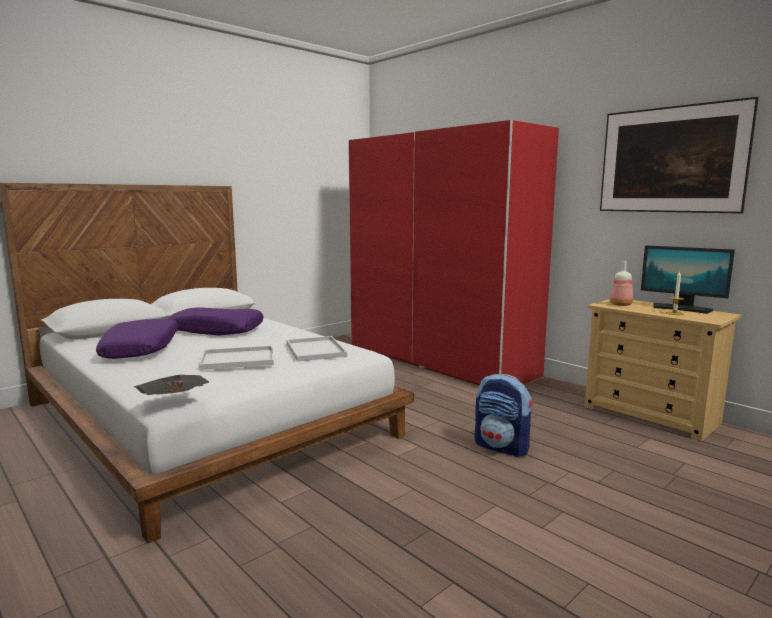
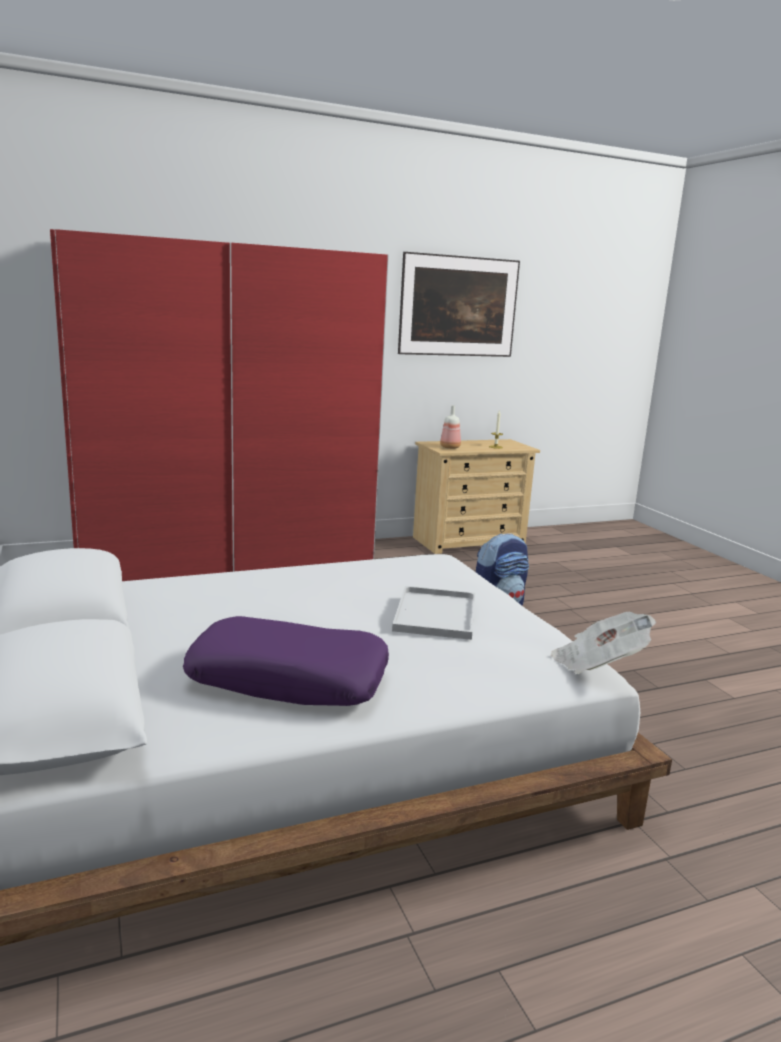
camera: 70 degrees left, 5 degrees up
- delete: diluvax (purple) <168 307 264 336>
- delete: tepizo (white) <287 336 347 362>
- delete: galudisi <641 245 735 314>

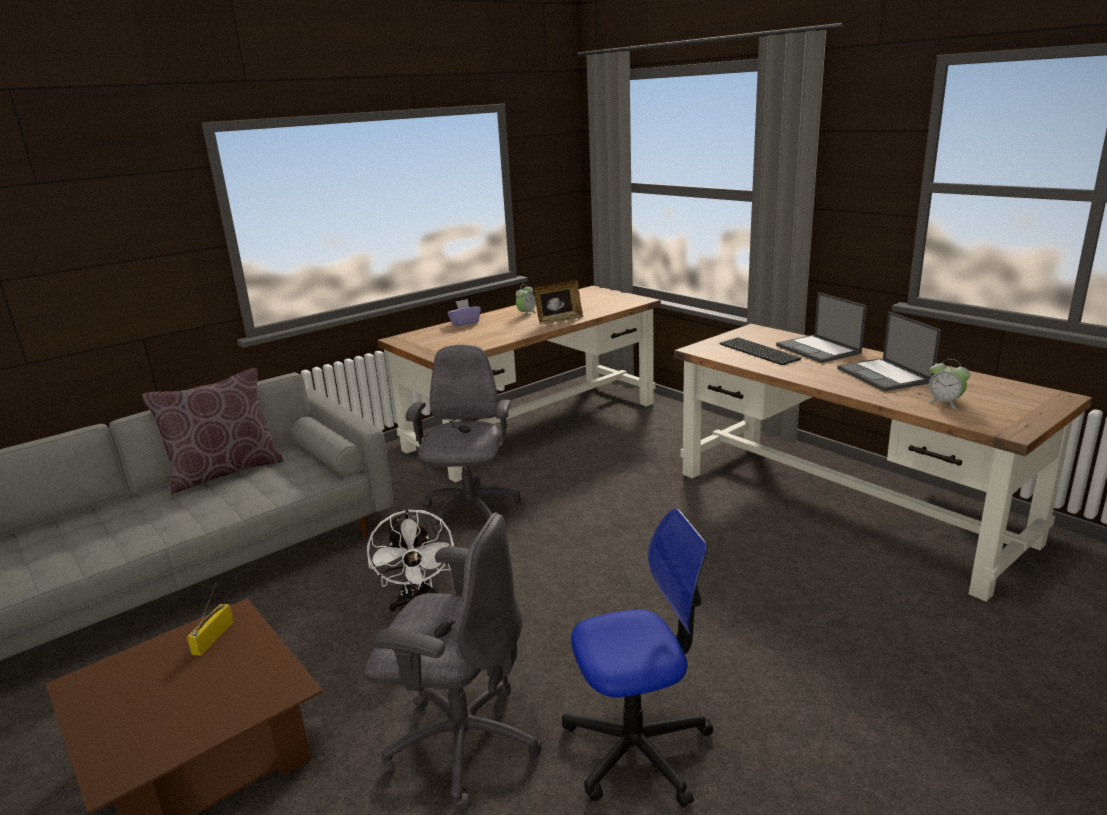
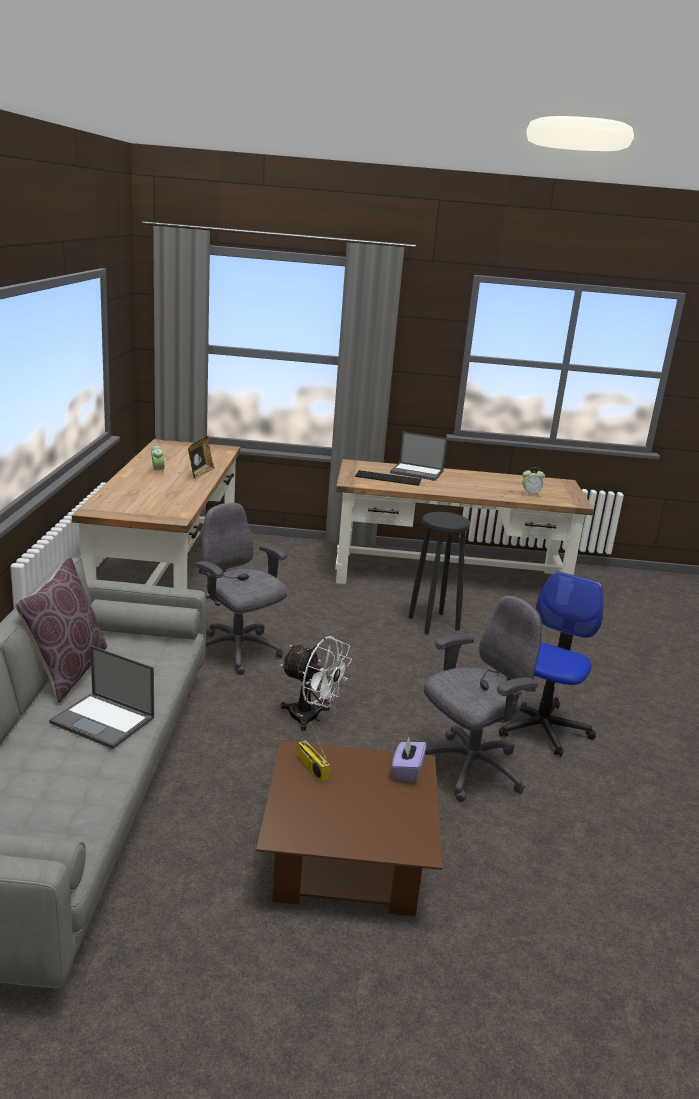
camera: 50 degrees left, 0 degrees up
- move: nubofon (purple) <447 299 481 326> to <392 738 427 783>
- move: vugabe <837 312 941 391> to <49 646 154 749>
- insert: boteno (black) <408 512 470 635>

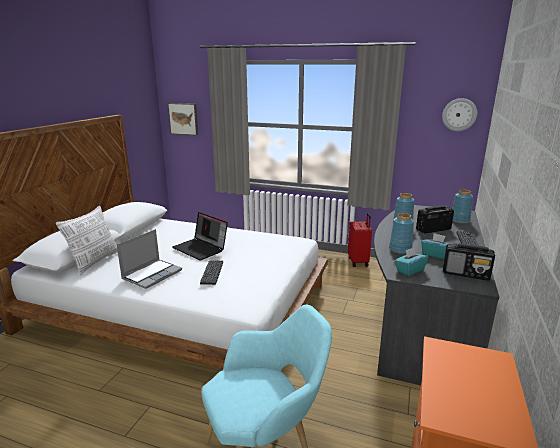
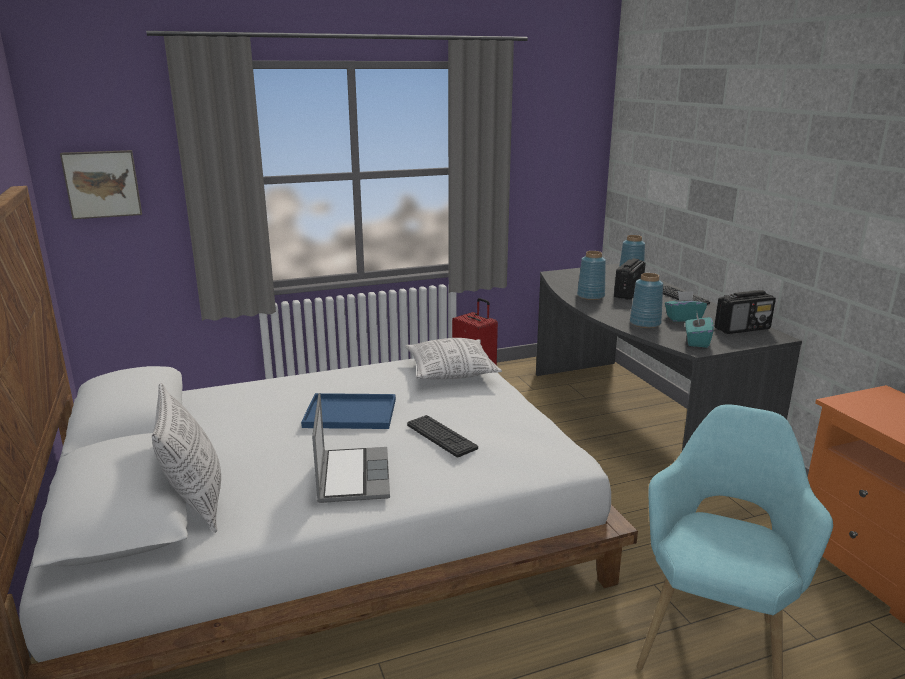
camera: 40 degrees left, 0 degrees up
- replace: vugabe <173 212 228 260> to tepizo (blue) <301 393 396 429>
- delete: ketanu <442 98 477 131>
- insert: diluvax <405 338 502 379>

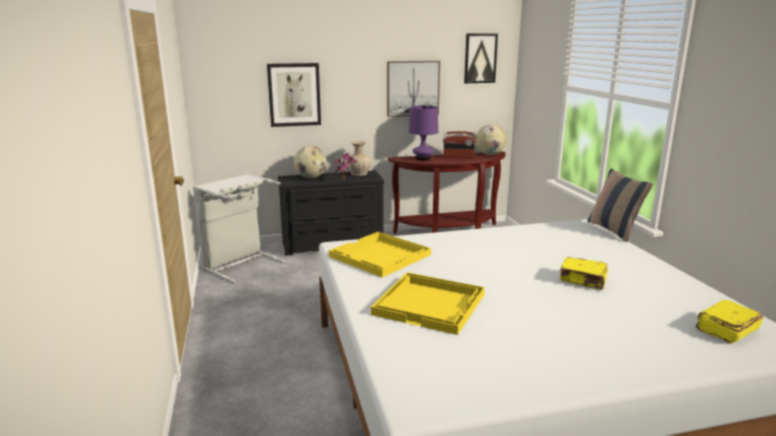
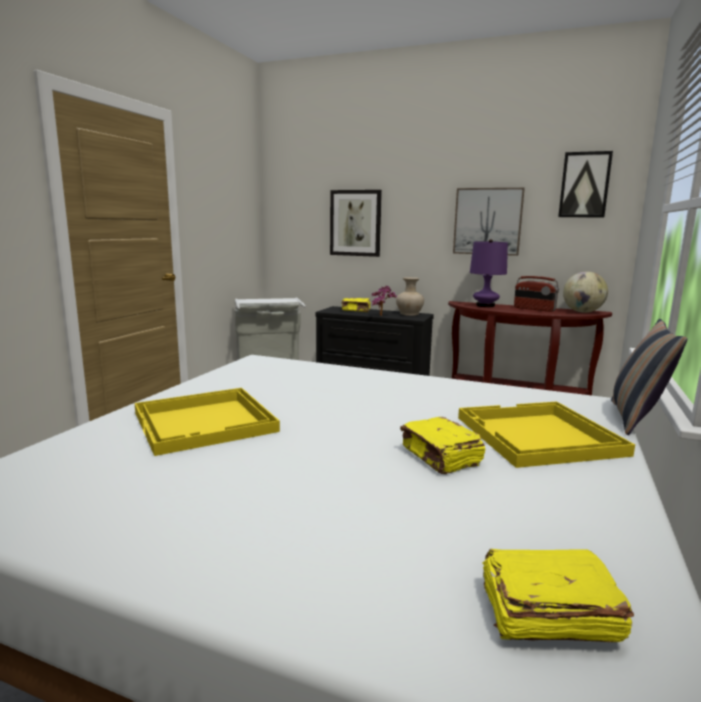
camera: 35 degrees right, 5 degrees down
- replace: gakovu <294 145 327 178> to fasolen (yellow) <342 298 371 312>
- move: tepizo (yellow) <329 232 431 277> to <458 401 635 468>

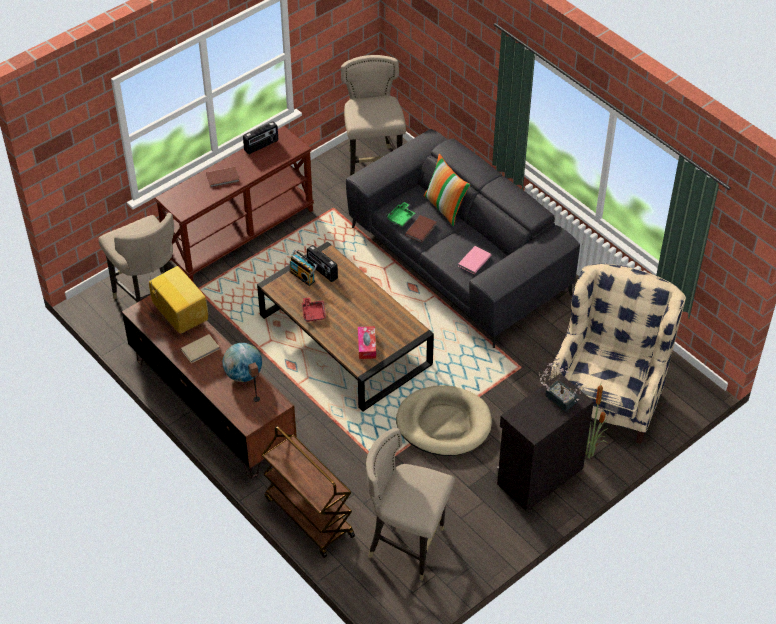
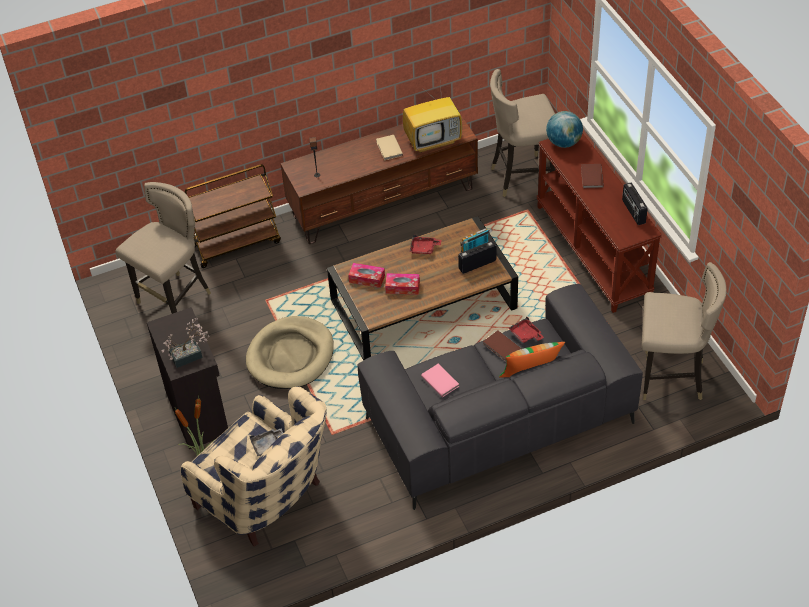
camera: 110 degrees right, 0 degrees up
- move: gakovu <223 343 262 382> to <546 111 583 148>
- recolor: tepizo (green) <386 202 415 226> to tepizo (red) <508 316 544 343>
- insert: tepizo (grey) <250 428 283 456>
- insert: nubofon <385 273 420 295>

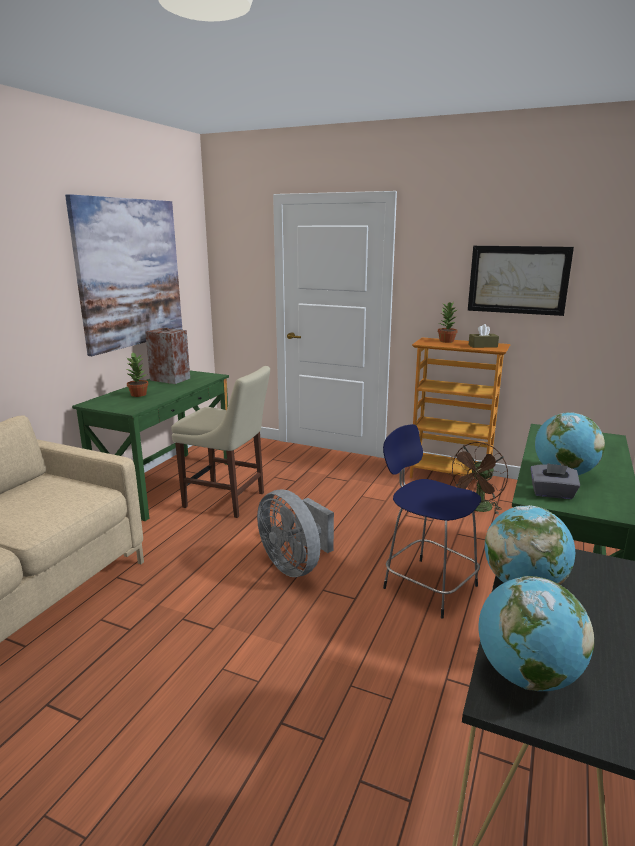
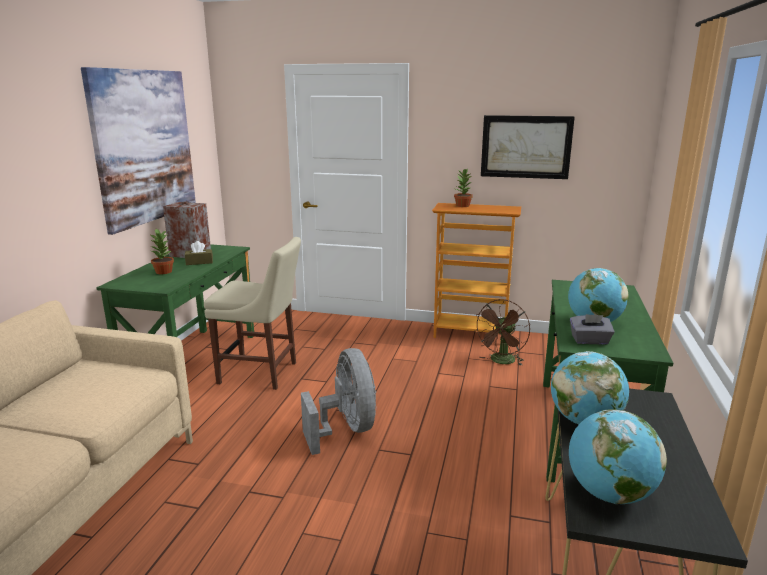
camera: 10 degrees left, 0 degrees up
- rotate: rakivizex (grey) <257 489 334 577> = <301 348 376 455> 150 degrees counterclockwise
- delete: boteno (blue) <383 424 481 619>
- move: nubofon (brown) <468 324 499 348> to <185 241 213 265>

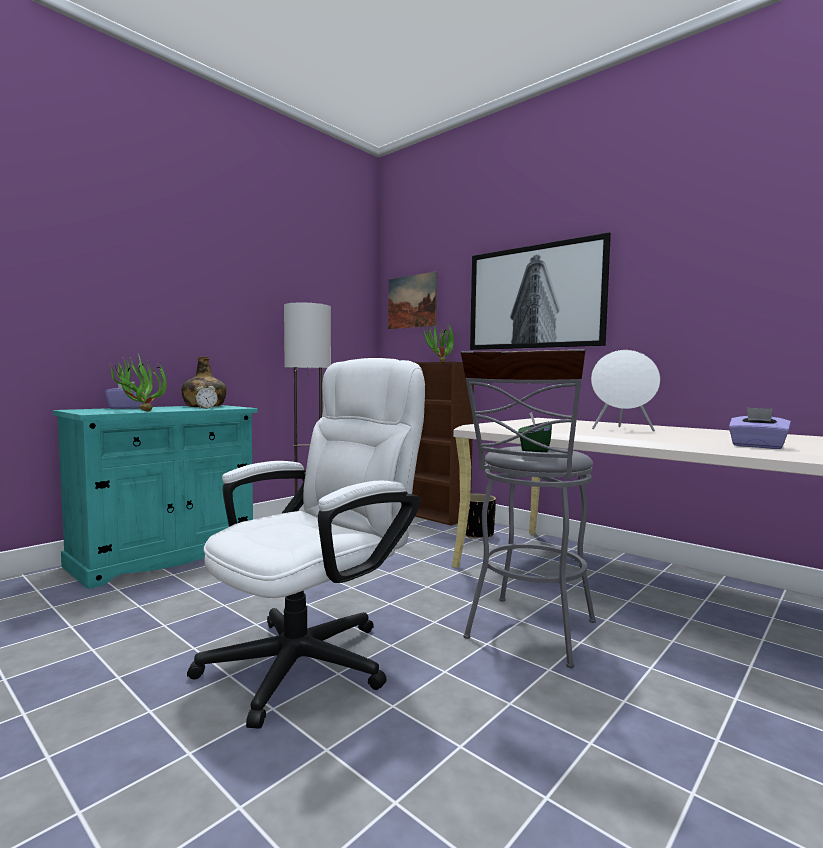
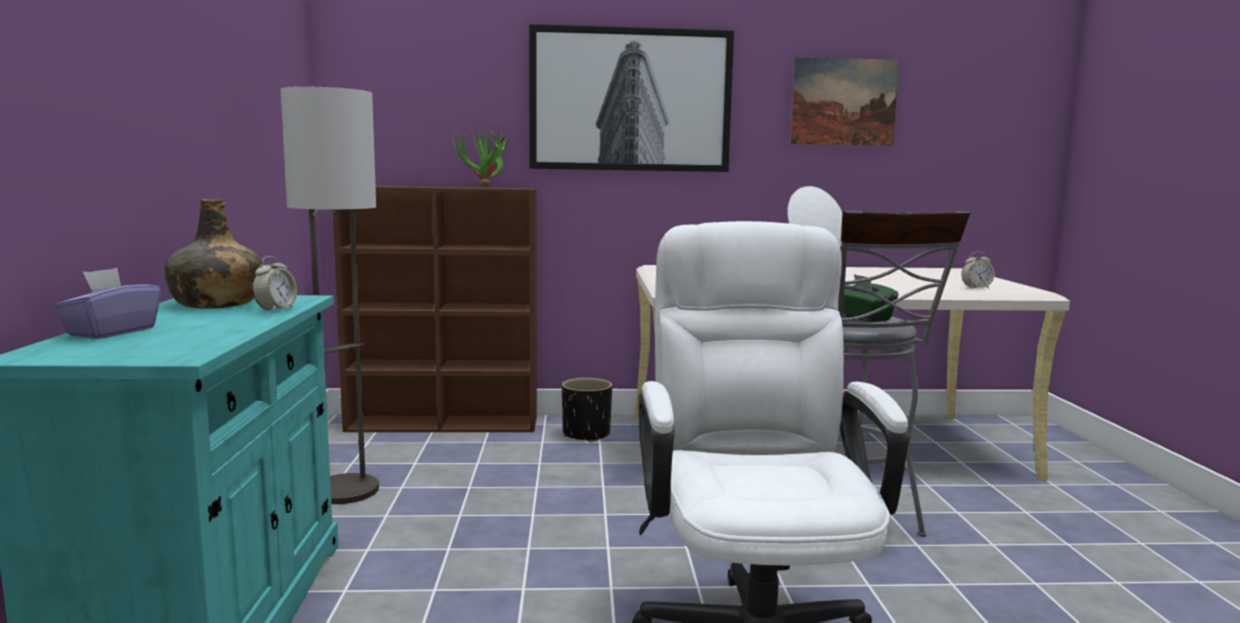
camera: 45 degrees left, 5 degrees up
- delete: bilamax <110 353 168 411>
- move: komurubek <388 271 437 329> to <790 57 899 146>
- replace: nubofon (purple) <729 407 791 449> to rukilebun <961 252 995 289>

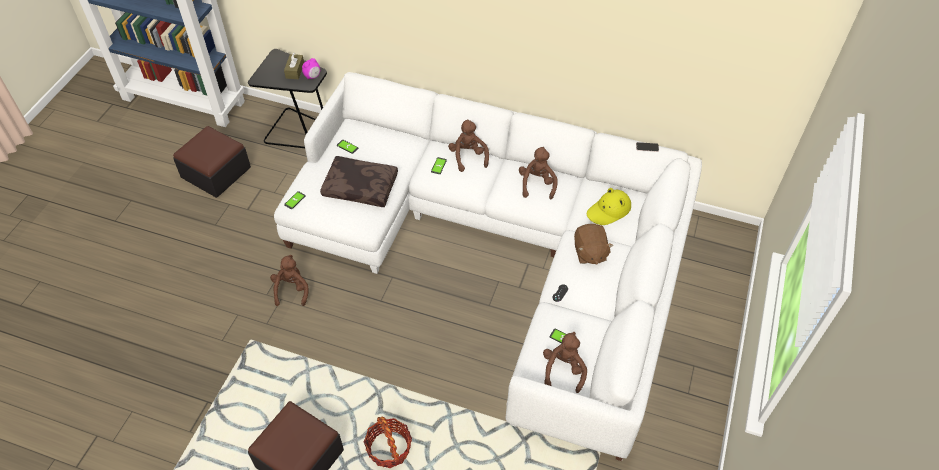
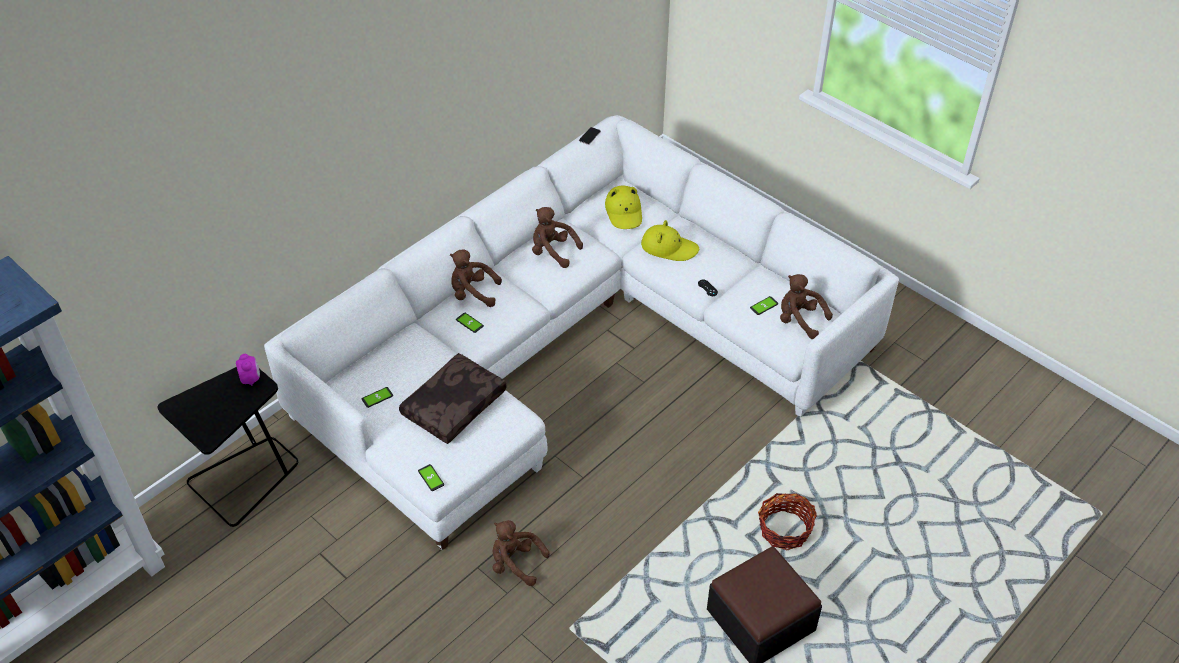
camera: 65 degrees left, 5 degrees down
- delete: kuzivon <173 126 251 198>
- delete: nubofon (brown) <284 53 304 79>
- replace: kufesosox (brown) <574 224 614 265> to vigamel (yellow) <641 220 699 261>

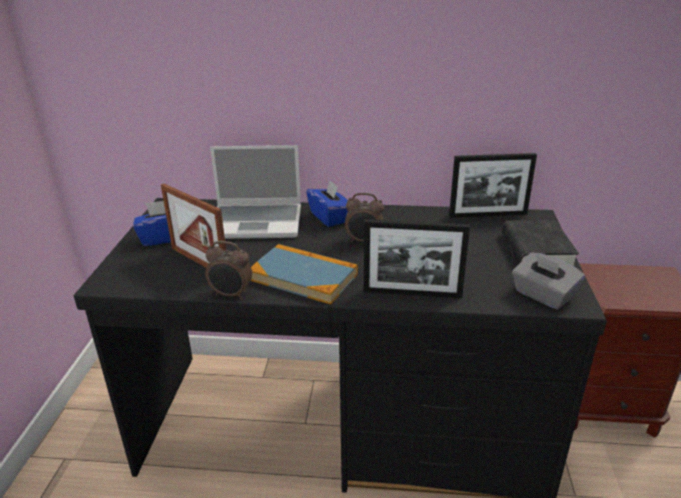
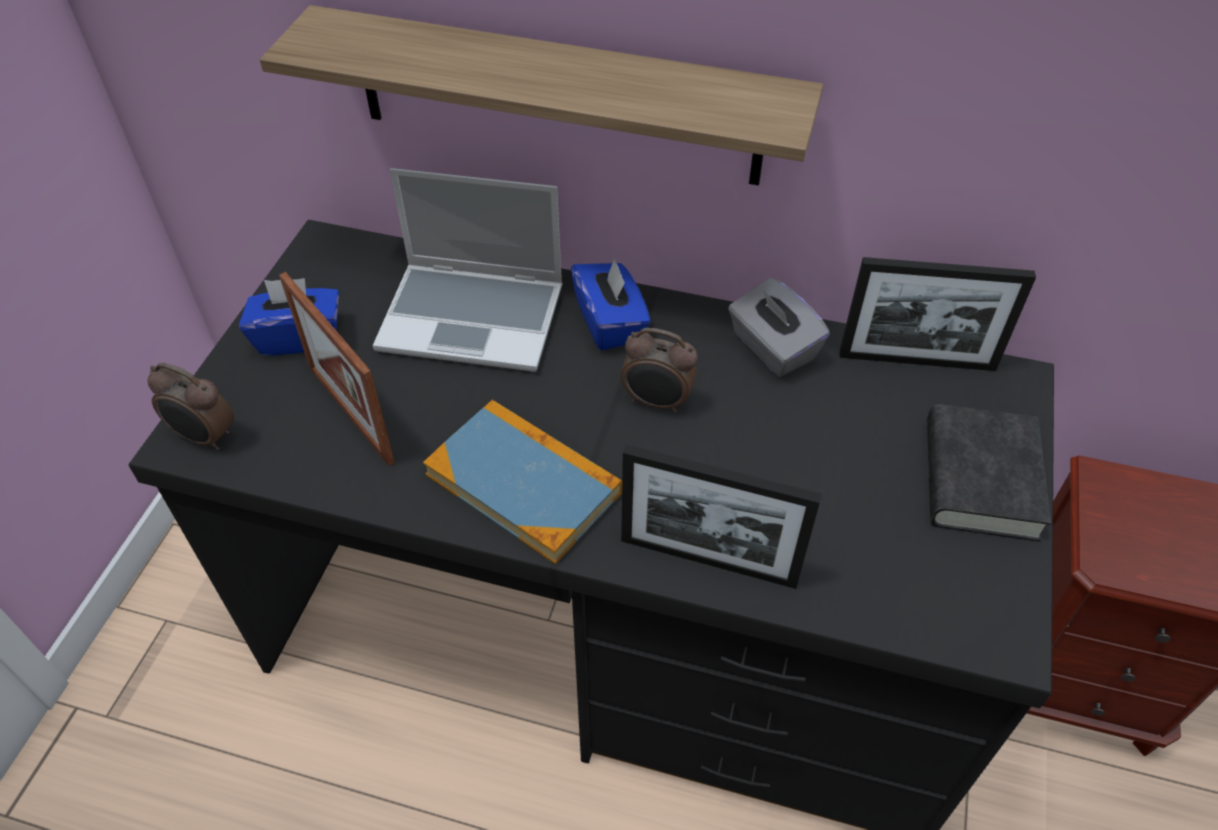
camera: 10 degrees right, 20 degrees up
- move: rukilebun <205 241 252 299> to <147 363 234 450>
- move: nubofon (grey) <512 252 585 310> to <728 278 830 377>
- insert: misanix <260 5 823 186>

